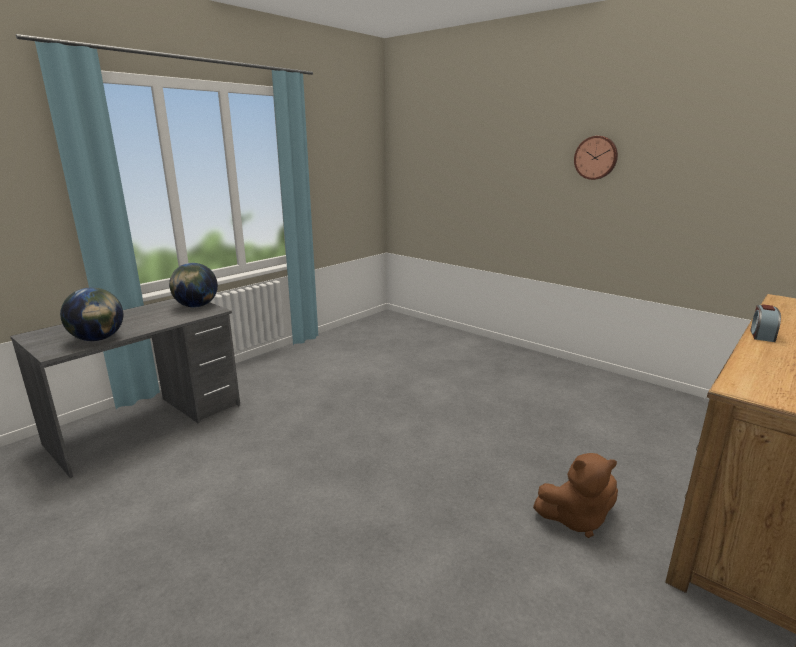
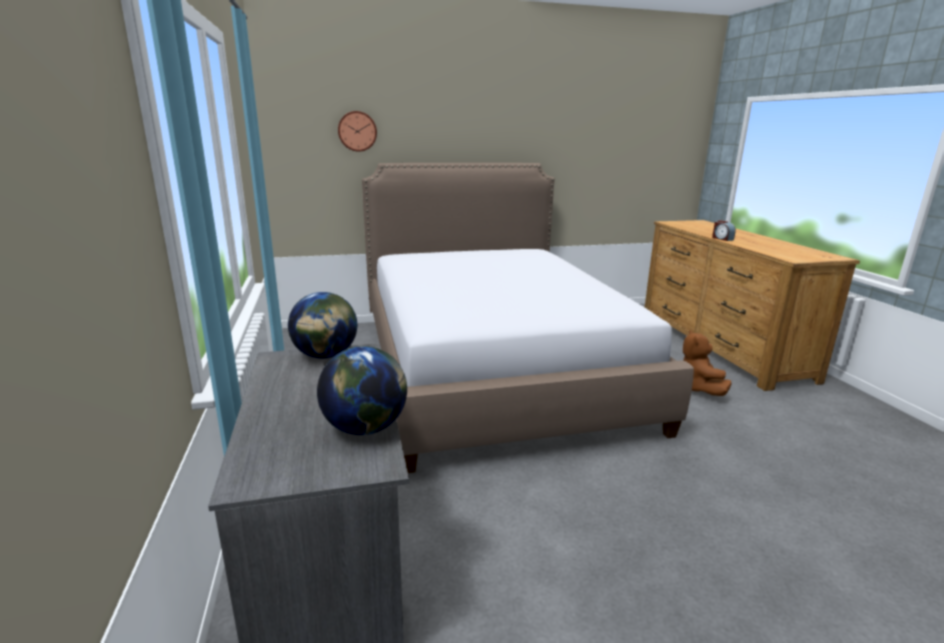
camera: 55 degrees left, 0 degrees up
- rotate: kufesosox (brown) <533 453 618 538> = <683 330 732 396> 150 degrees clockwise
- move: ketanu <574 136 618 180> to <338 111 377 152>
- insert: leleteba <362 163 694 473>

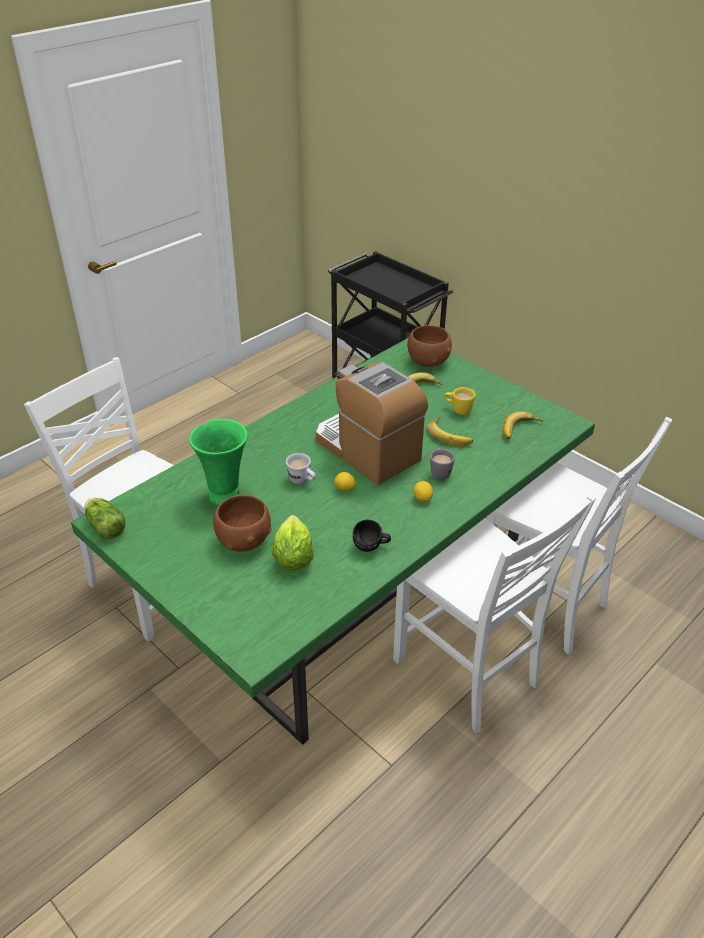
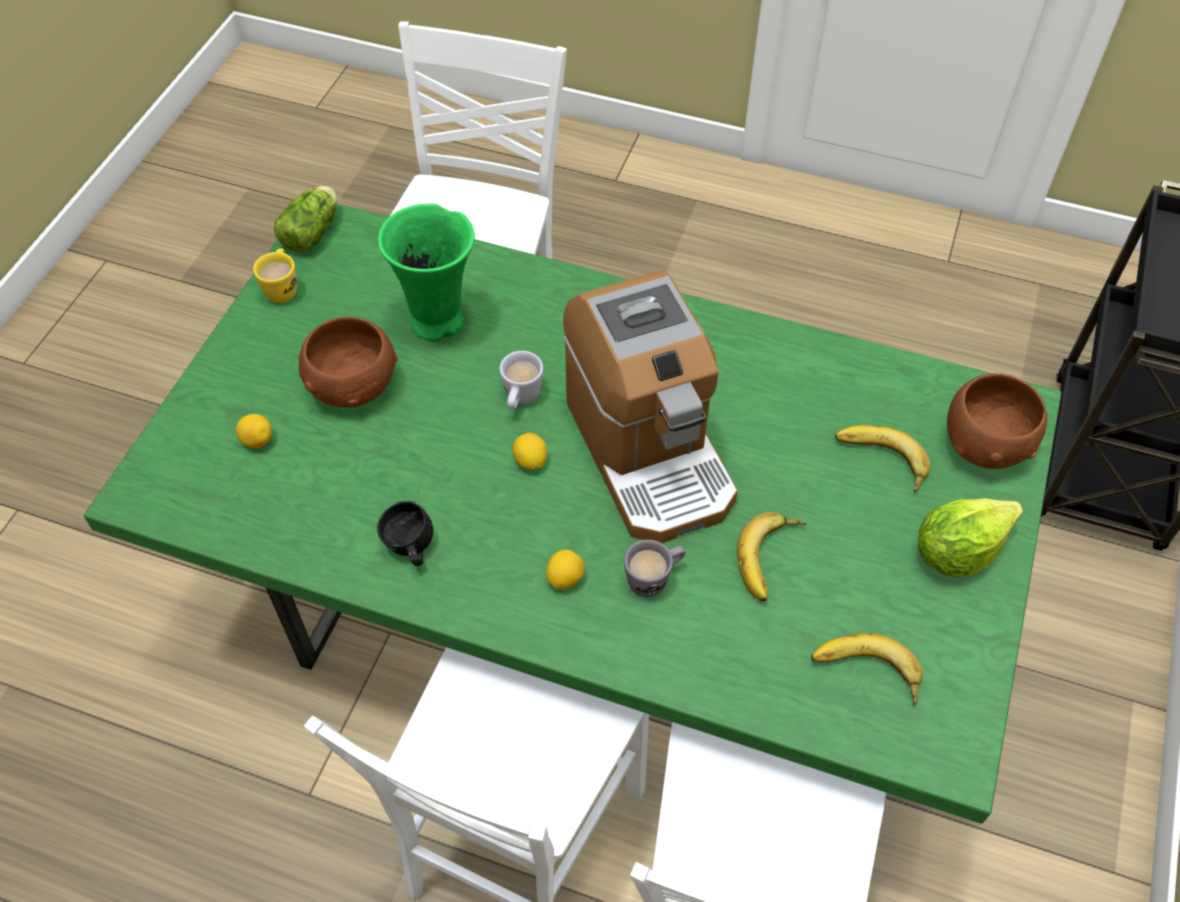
camera: 65 degrees right, 15 degrees up
- move: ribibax <272 515 314 571> to <918 498 1023 577>
- rotate: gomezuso <316 362 428 485> = <563 270 738 543> 135 degrees clockwise
- move: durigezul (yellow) <444 387 476 415> to <253 248 297 303>
- insert: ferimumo <235 414 272 448>

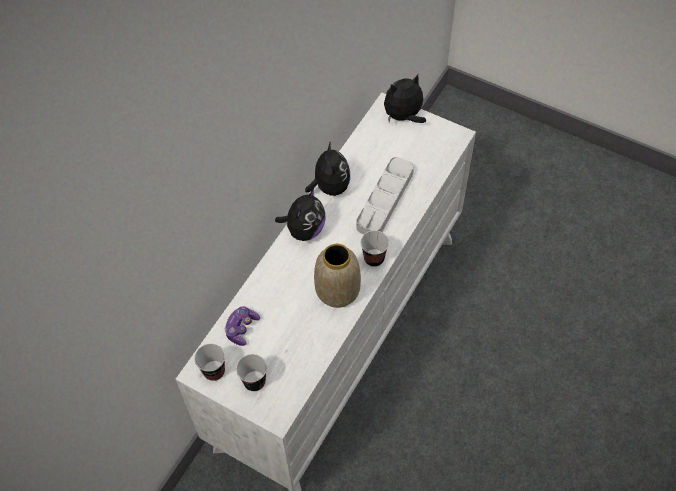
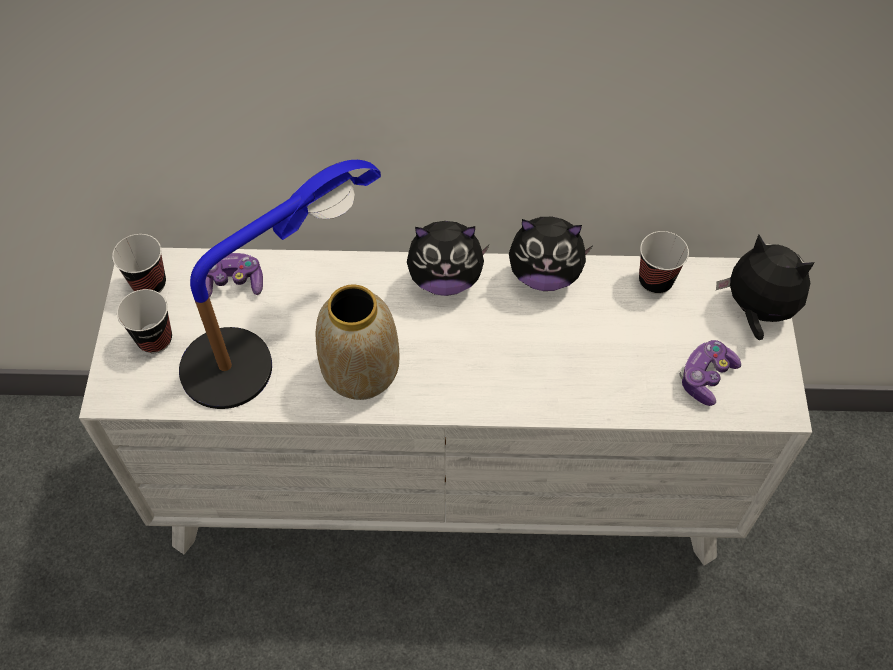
camera: 60 degrees right, 0 degrees up
- rotate: kufesosox <305 141 350 196> = <509 217 593 291> 45 degrees clockwise
- delete: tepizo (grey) <356 157 414 234>
- move: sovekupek <361 230 389 267> to <639 231 689 294>
- insert: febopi <179 160 381 409>
- insert: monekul <679 340 741 406>

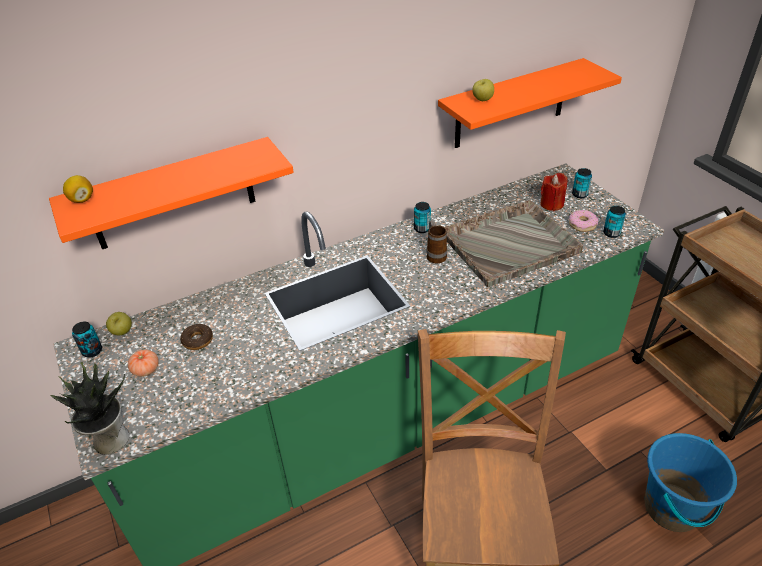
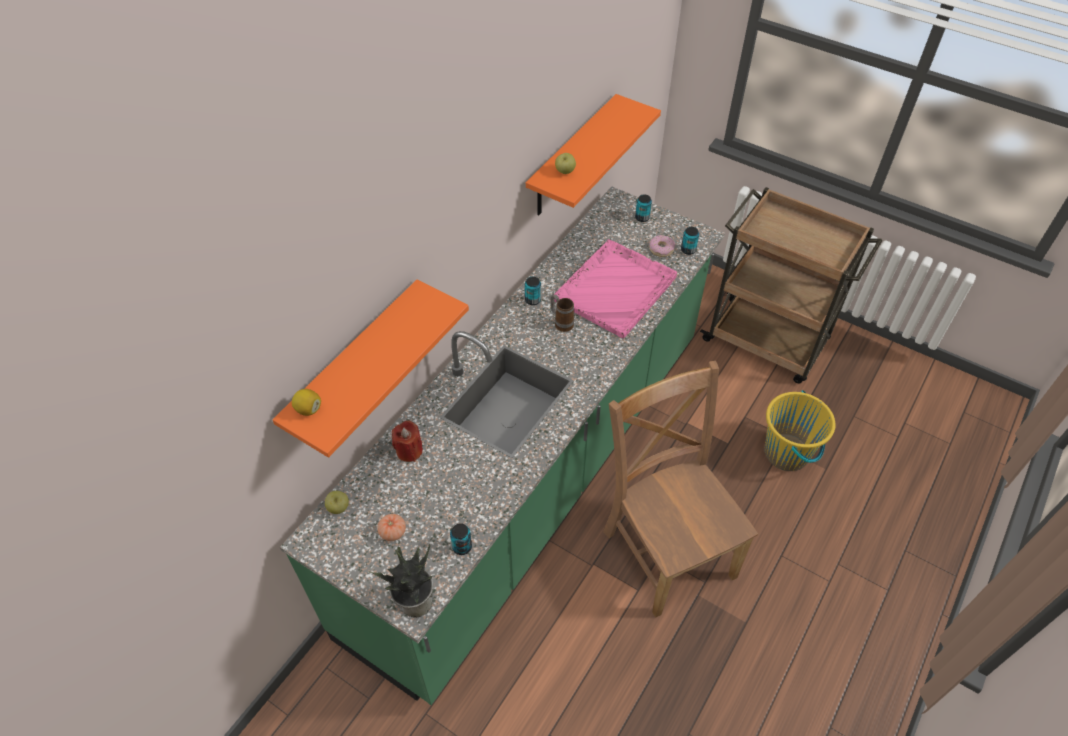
camera: 30 degrees left, 10 degrees up
- move: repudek <72 322 102 358> to <450 523 472 555>
- delete: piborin <180 324 213 350>
- recolor: tepizo (grey) <444 200 583 287> to tepizo (pink) <554 239 677 338>
- move: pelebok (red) <540 173 568 211> to <392 421 423 462>
- recolor: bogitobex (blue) <644 433 737 532> to bogitobex (yellow) <765 390 835 471>

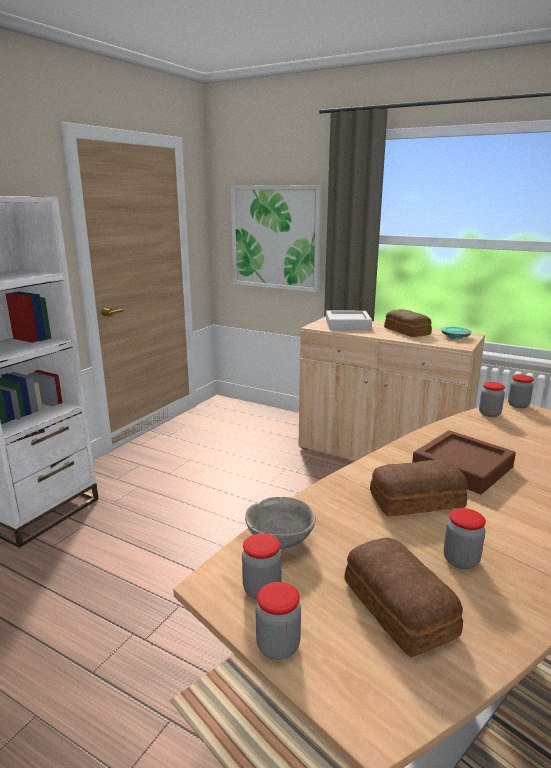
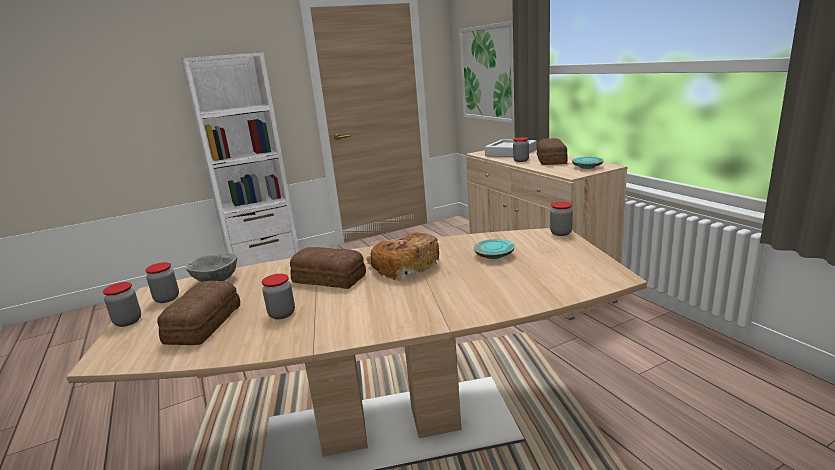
camera: 35 degrees right, 0 degrees up
- replace: tepizo (brown) <412 430 516 494> to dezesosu <366 232 439 281>
- move: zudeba <479 382 505 417> to <513 137 529 162>
- insert: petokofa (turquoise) <474 239 515 259>

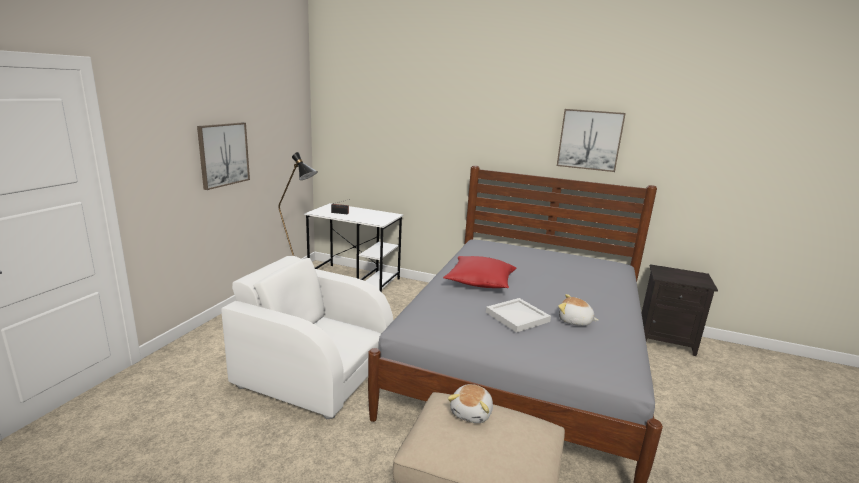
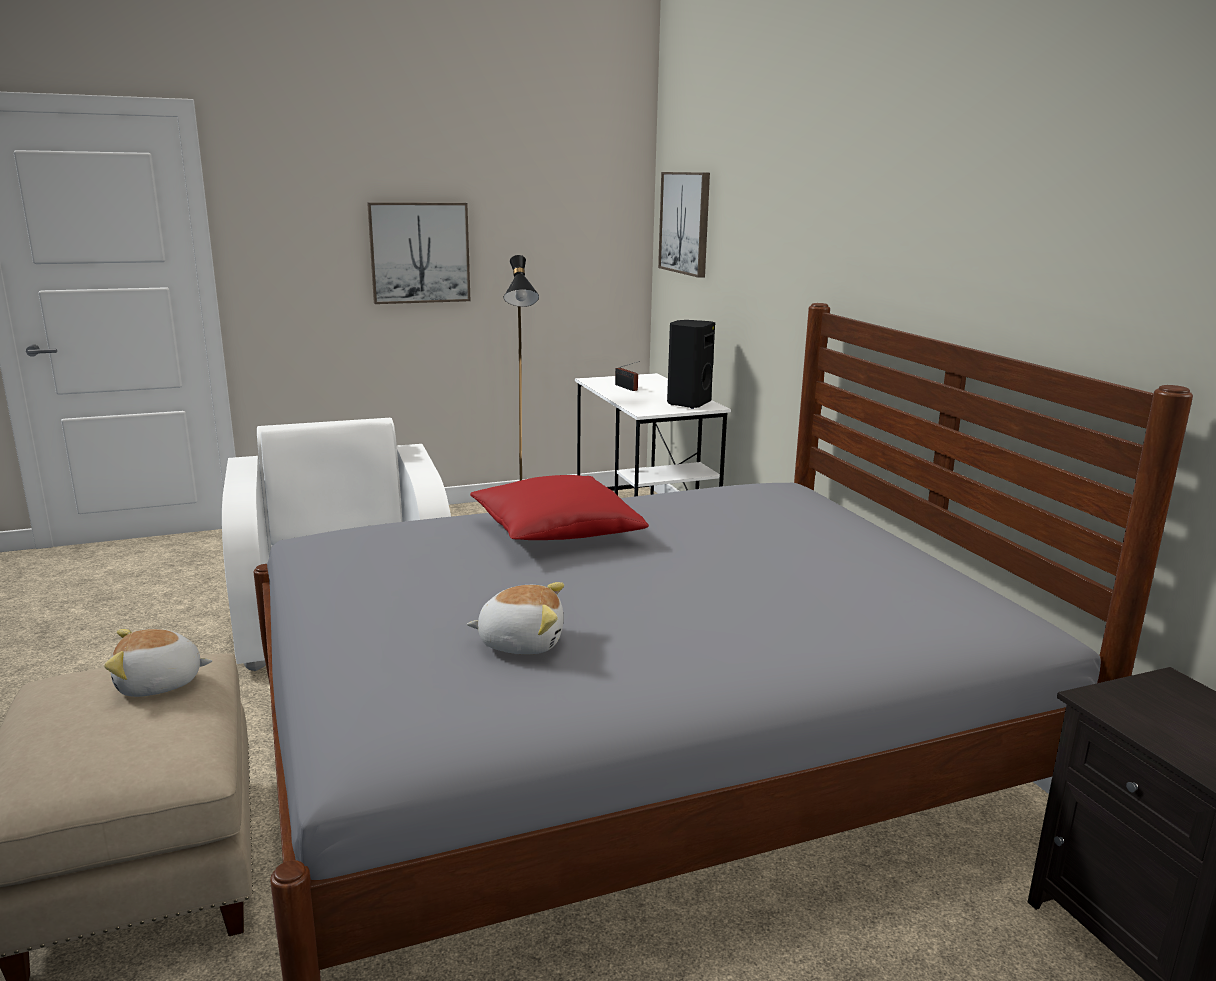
camera: 50 degrees right, 0 degrees up
- delete: tepizo (white) <486 298 551 333>
- move: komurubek <557 109 626 172> to <658 172 710 278>
- rotate: kufesosox <558 294 599 326> = <467 582 564 655> 105 degrees clockwise
- insert: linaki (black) <667 320 715 409>

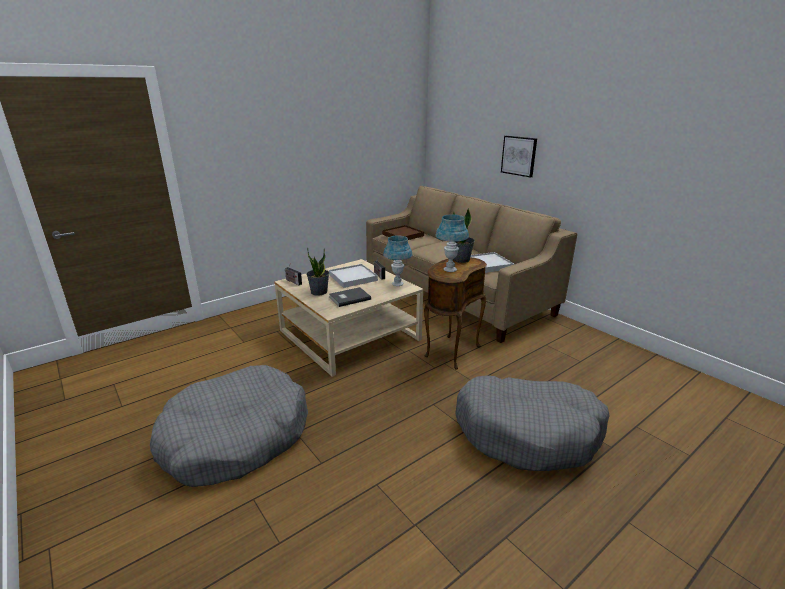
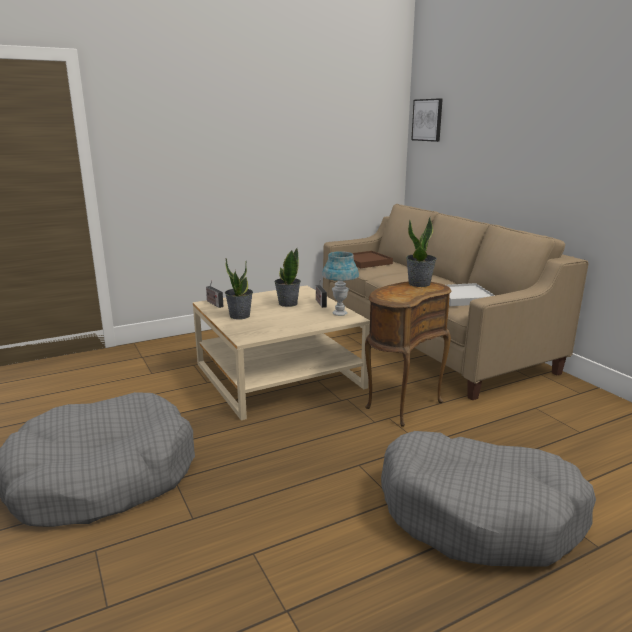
camera: 10 degrees right, 5 degrees down
- replace: tepizo (white) <329 264 378 288> to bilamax <274 248 301 307>
- delete: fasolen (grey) <329 287 371 307>
- delete: febopi (blue) <436 214 469 272>
- move: komurubek <501 136 537 177> to <411 98 443 142>

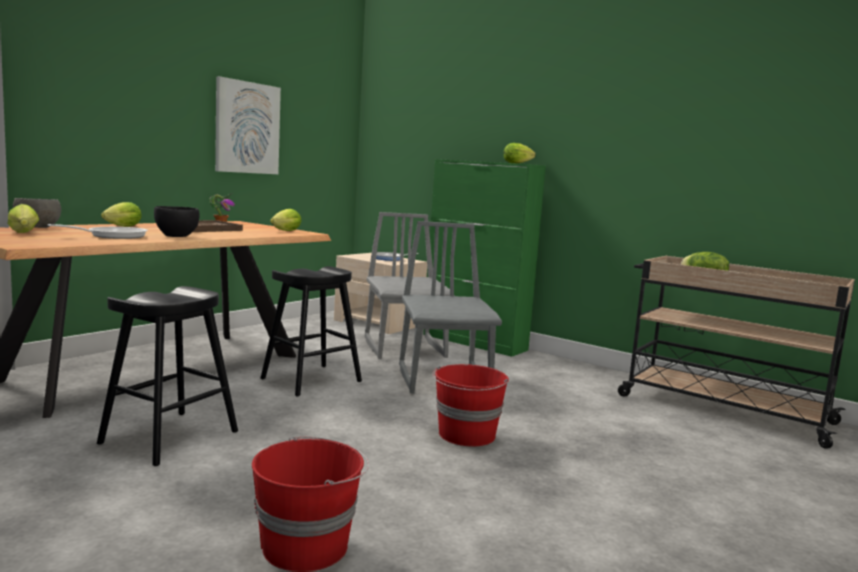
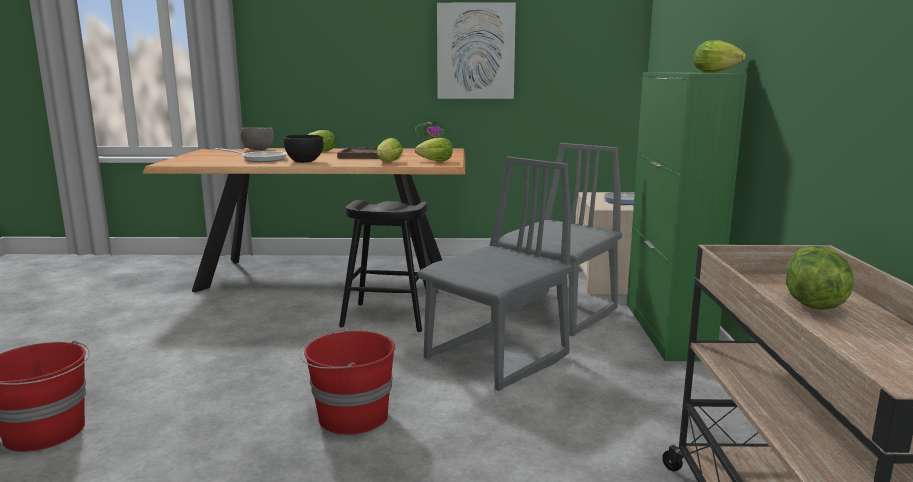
camera: 55 degrees right, 5 degrees up
- move: ribibax <8 204 39 233> to <377 138 403 162>
- delete: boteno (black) <97 286 238 466>

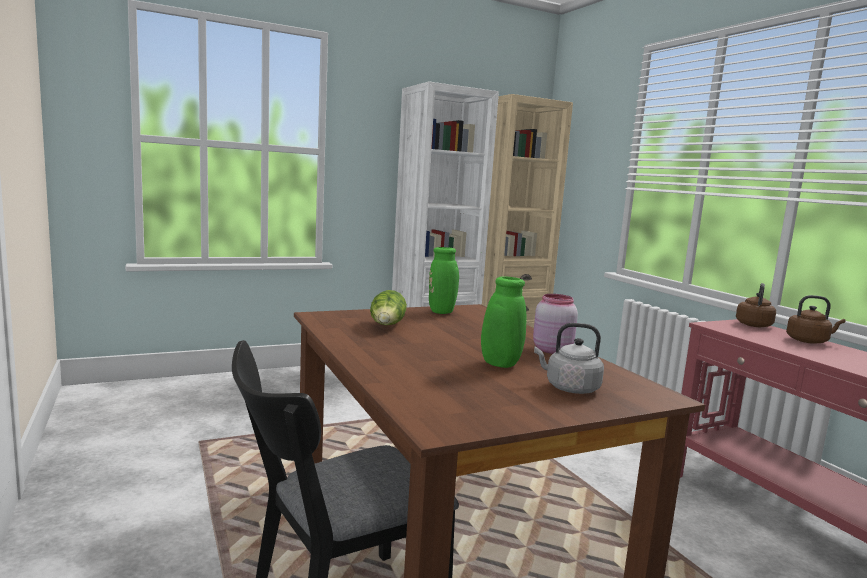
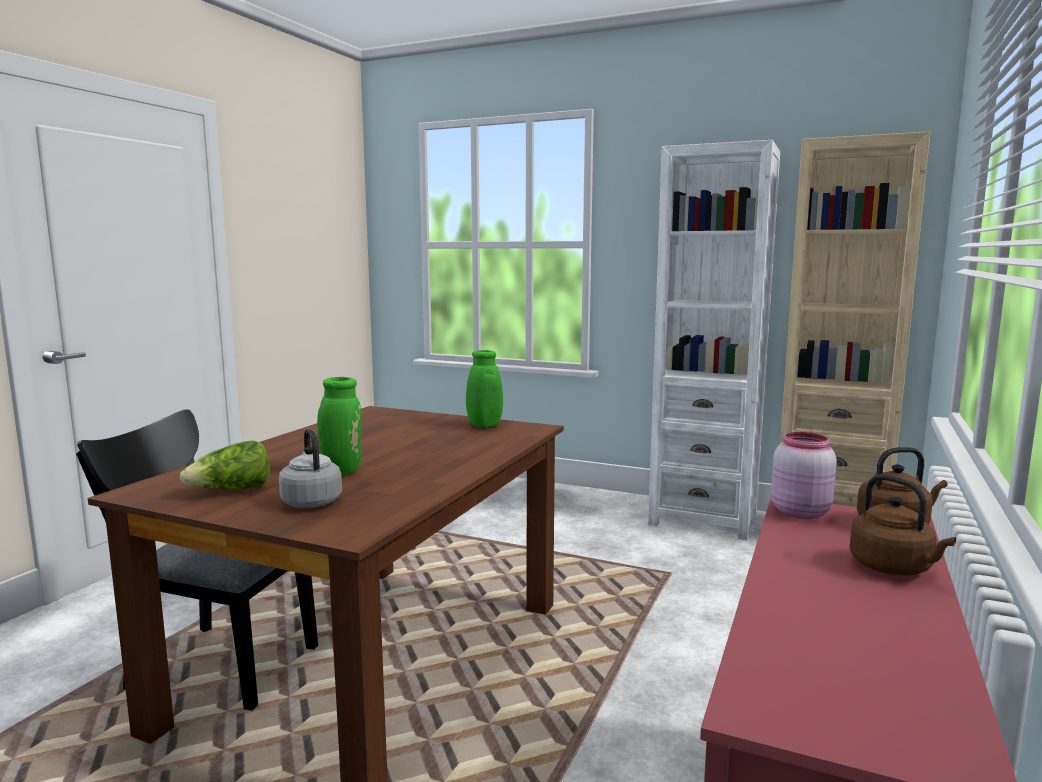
camera: 50 degrees right, 0 degrees up
- move: ribibax <370 290 407 325> to <180 440 270 489>
- move: zudeba (pink) <533 294 578 354> to <771 432 837 519>

